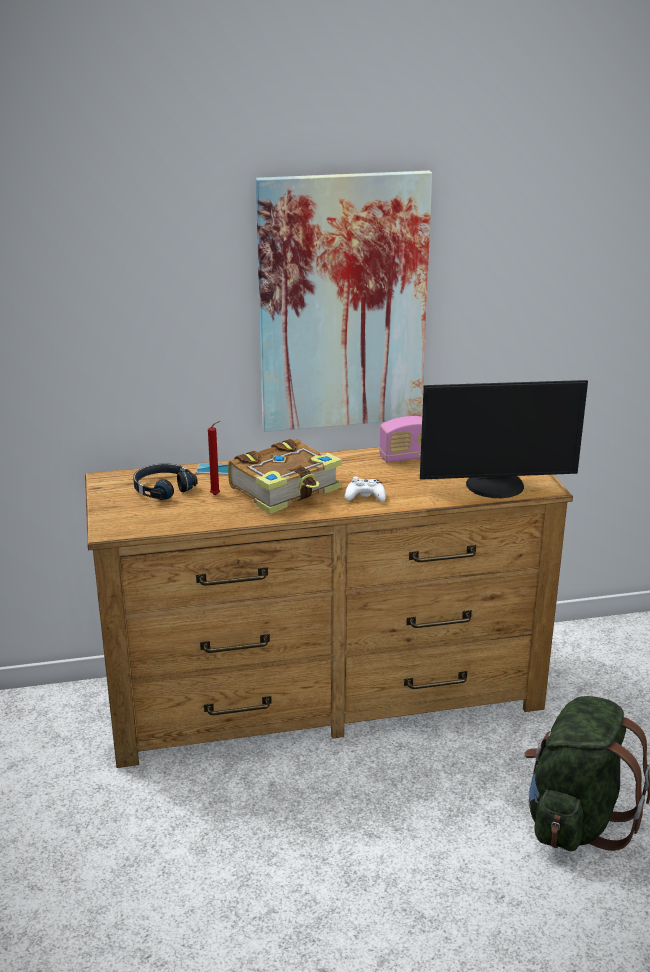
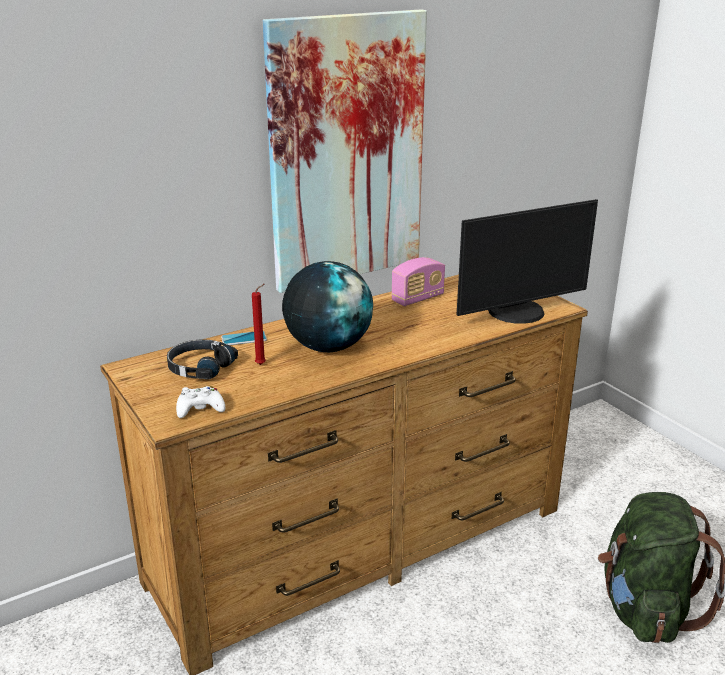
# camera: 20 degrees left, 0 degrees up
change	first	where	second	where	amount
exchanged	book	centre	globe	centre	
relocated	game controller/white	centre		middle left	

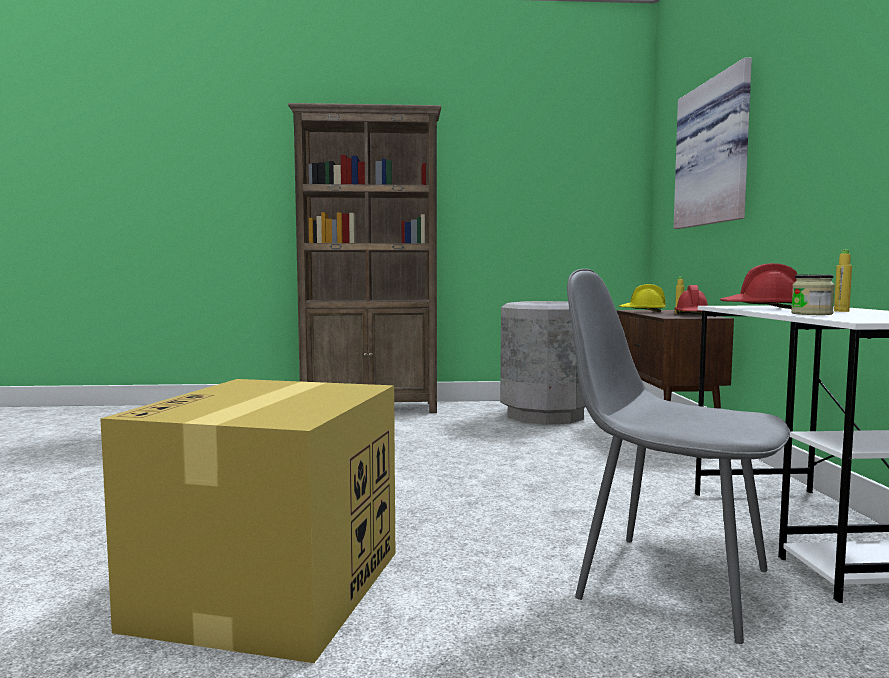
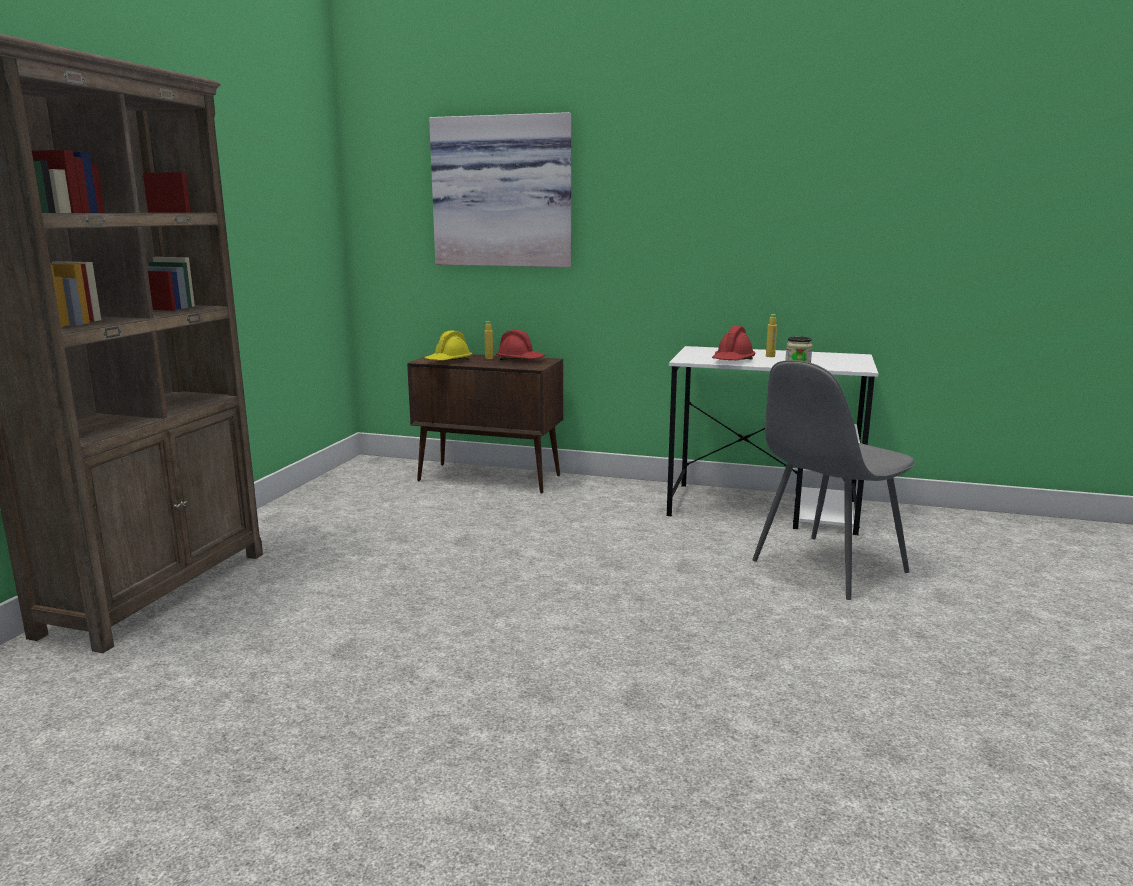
# camera: 70 degrees left, 10 degrees up
change	first	where	second	where	amount
missing	cardboard box	bottom left			
missing	trash can/grey	centre			

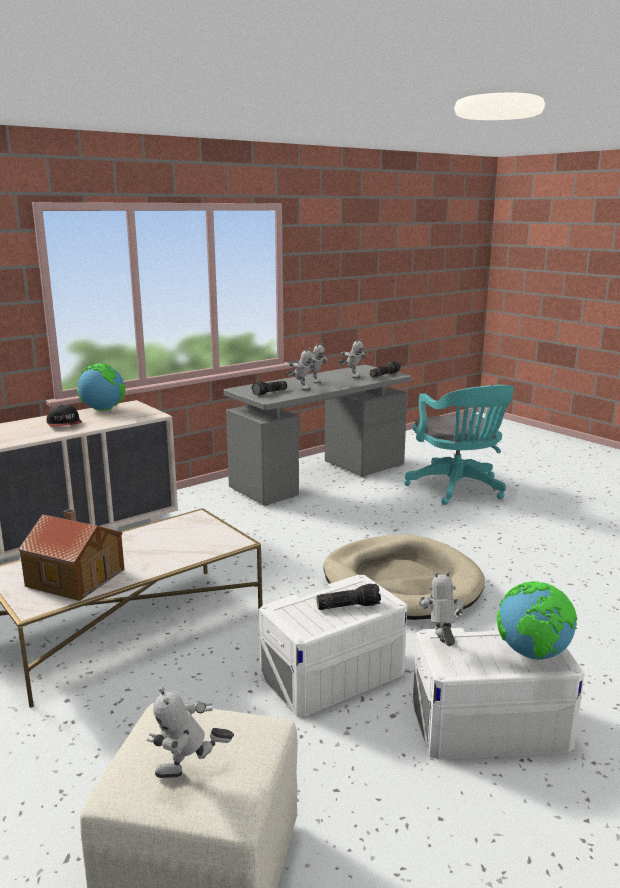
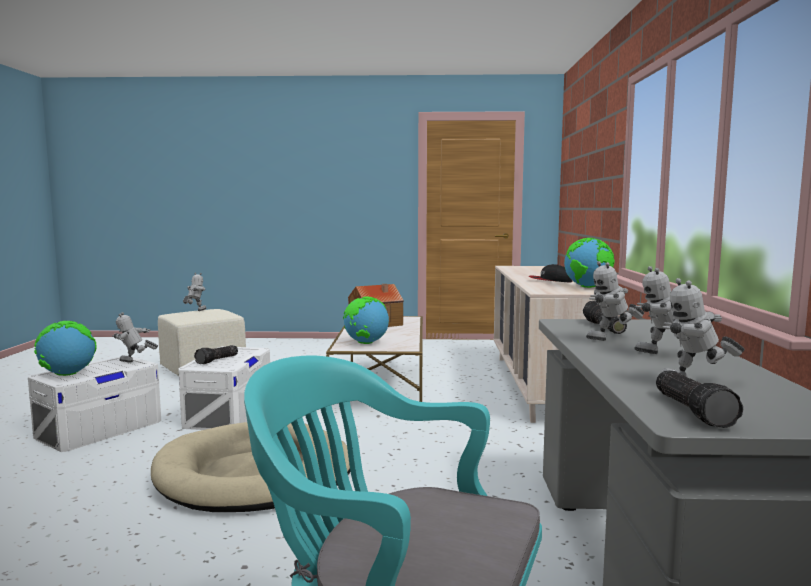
# camera: 130 degrees right, 10 degrees down
change	first	where	second	where	amount
spun	toy robot (no. 5 from left in the first image)	bottom right	toy robot (no. 1 from left)	middle left	135 degrees clockwise
appeared			globe (no. 2 from left)	centre	

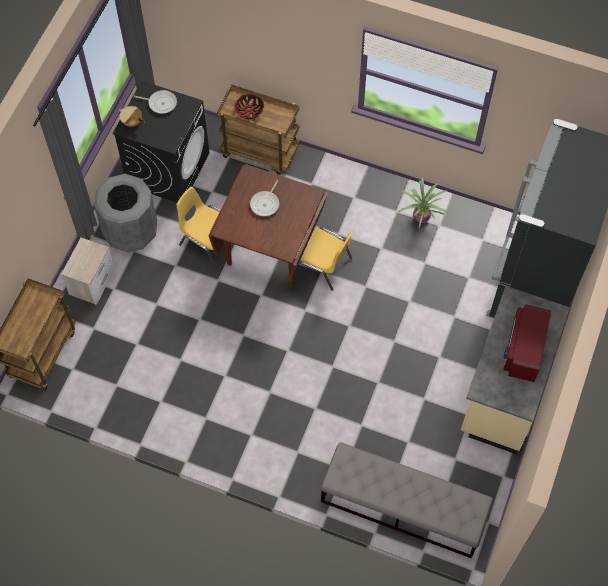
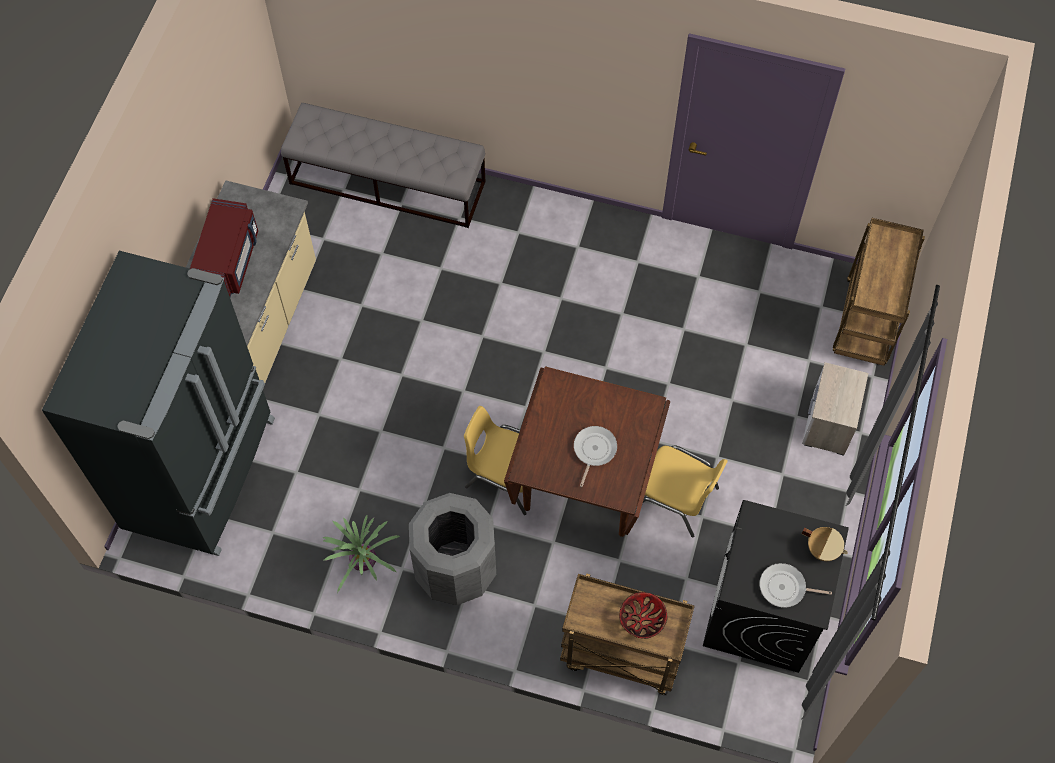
# camera: 175 degrees right, 0 degrees up
change	first	where	second	where	amount
relocated	trash can/grey	middle left		bottom centre	

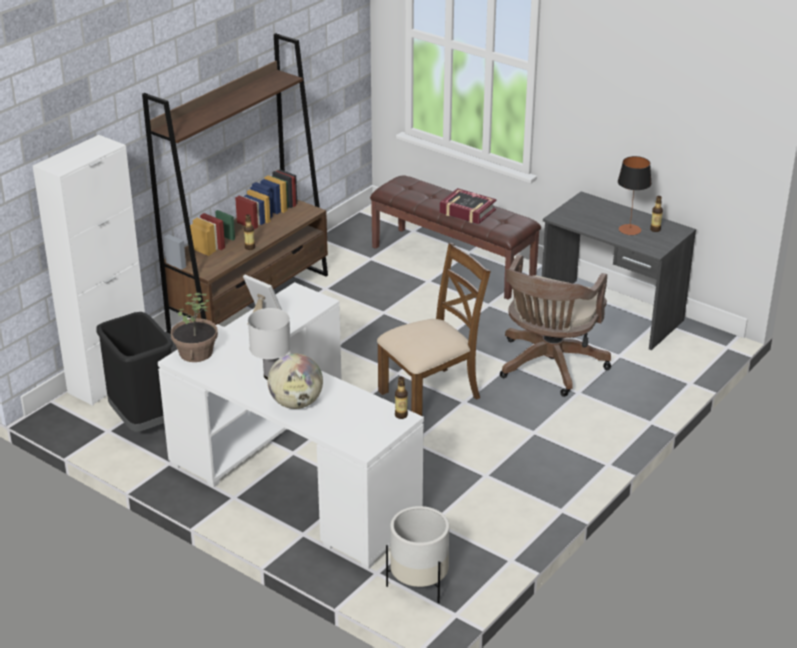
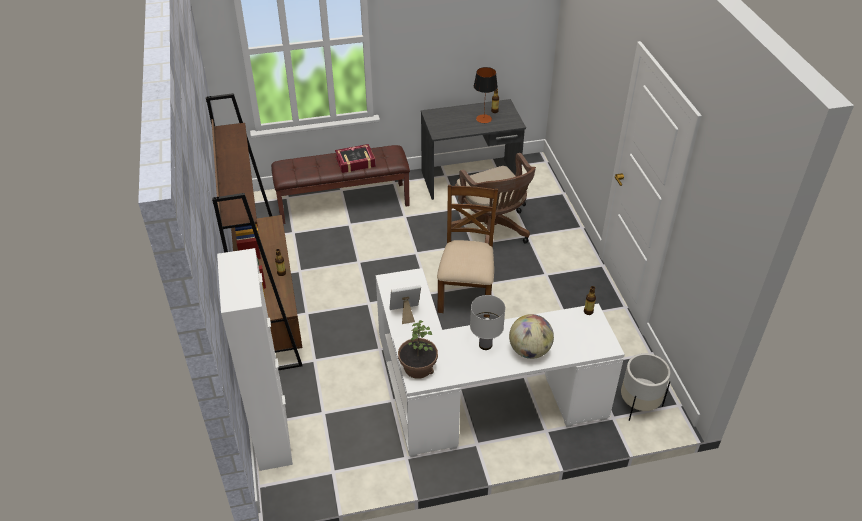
# camera: 50 degrees left, 10 degrees up
change	first	where	second	where	amount
missing	trash can/black	middle left			

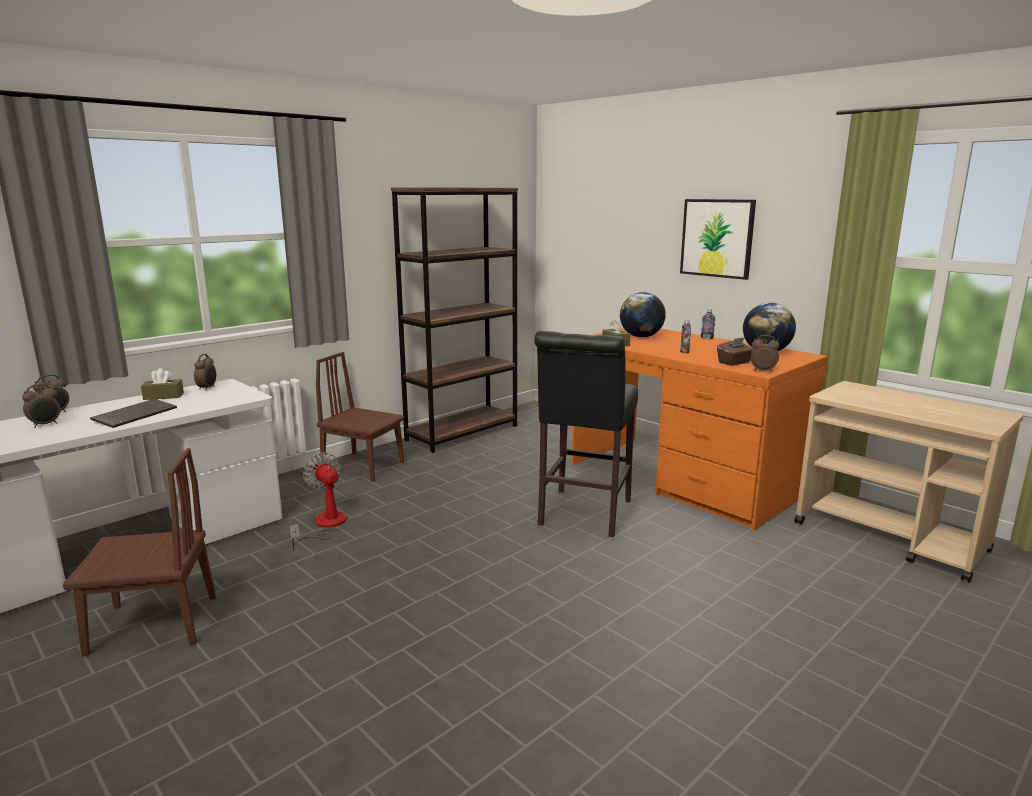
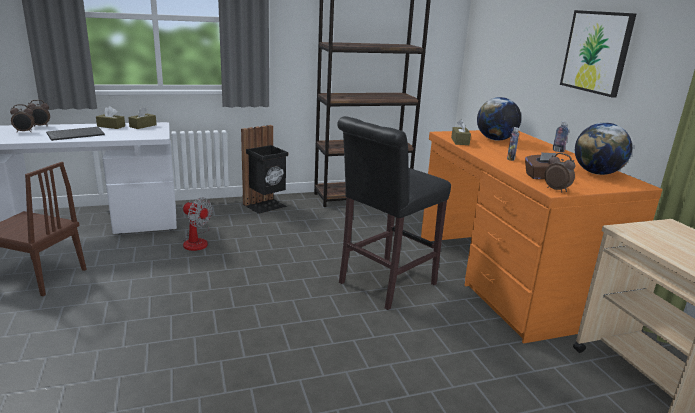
# camera: 25 degrees right, 5 degrees up
change	first	where	second	where	amount
exchanged	alarm clock (no. 3 from left)	middle left	tissue box/brown (no. 2 from left)	top left	
spun	fan	middle left		middle left	135 degrees clockwise
exchanged	chair/brown (no. 2 from left)	centre	trash can/black	centre	

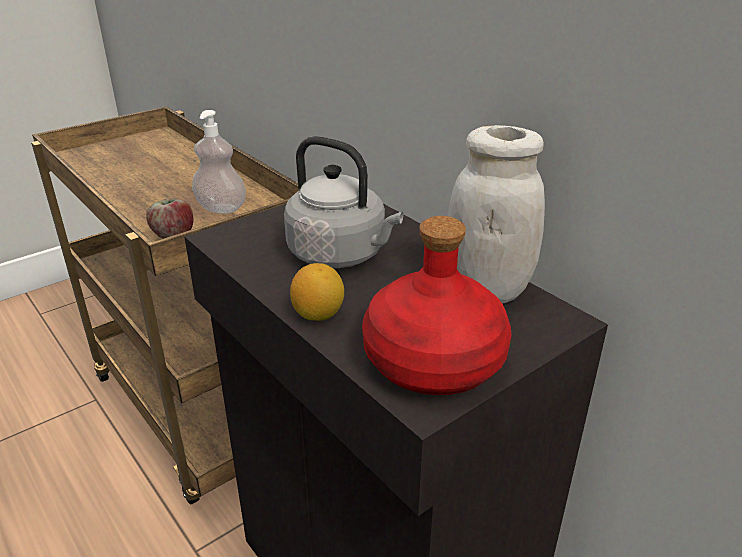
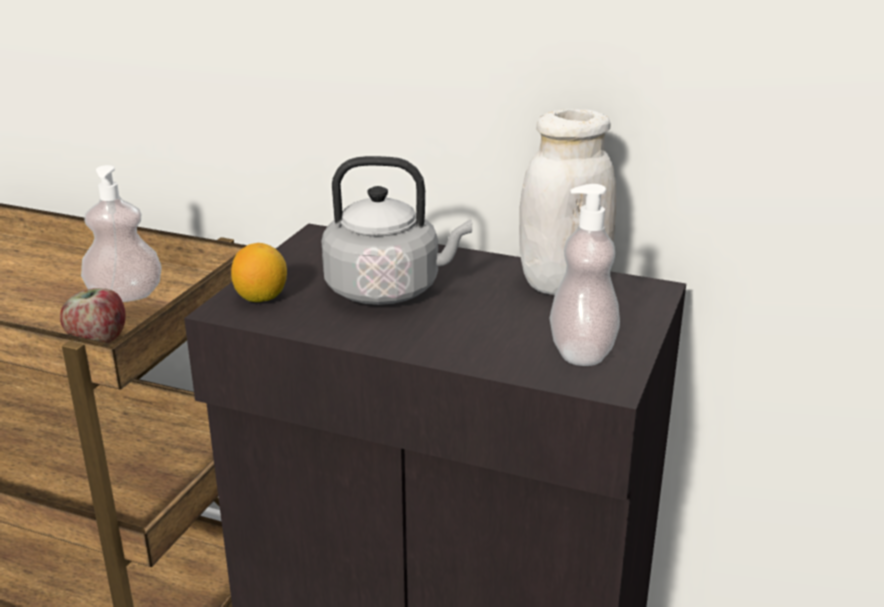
# camera: 30 degrees left, 5 degrees down
change	first	where	second	where	amount
relocated	lemon	centre		middle left	
exchanged	bottle/red	centre	soap dispenser (no. 2 from left)	centre	

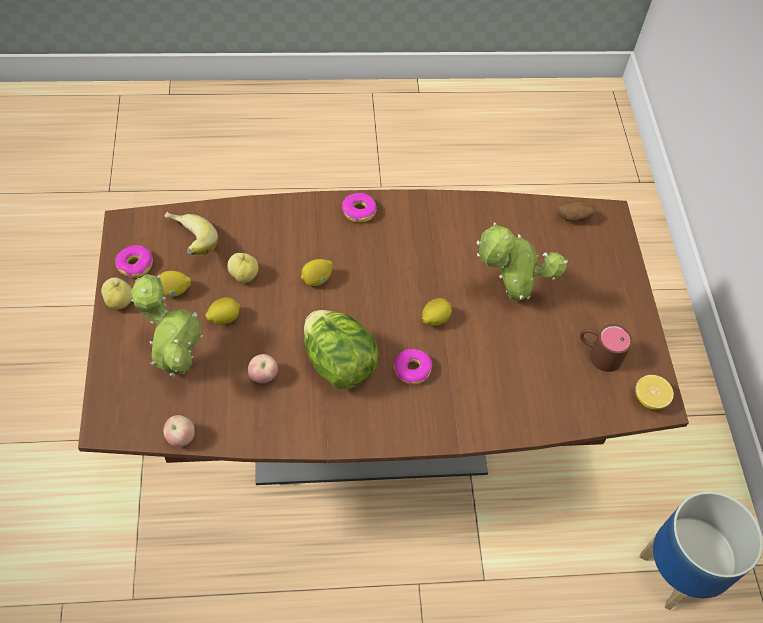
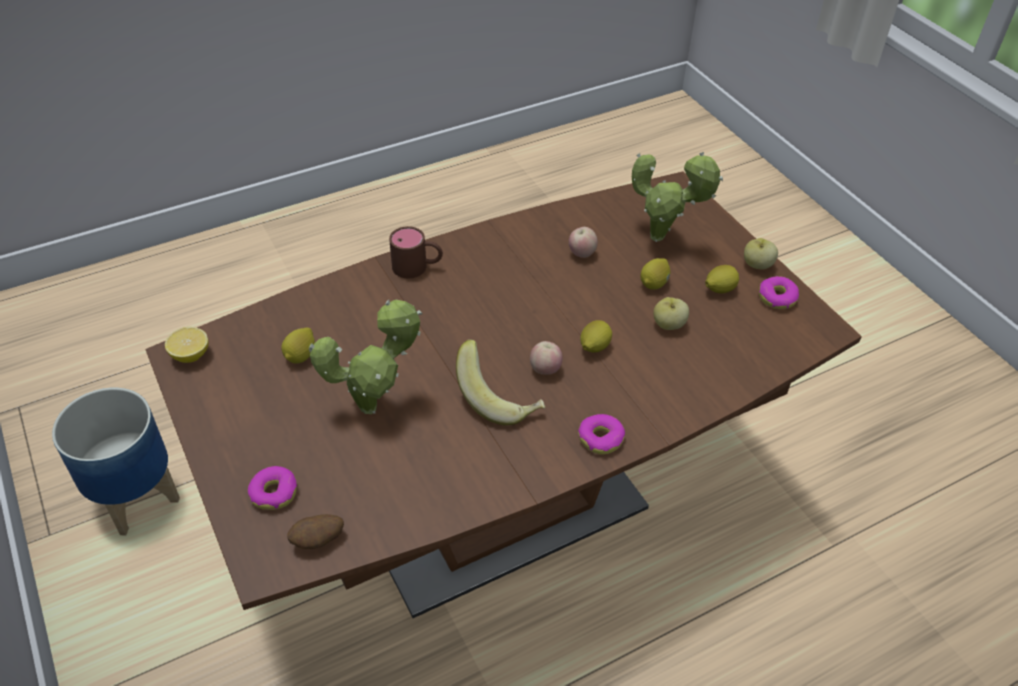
# camera: 160 degrees right, 10 degrees down
change	first	where	second	where	amount
relocated	apple (no. 2 from left in the first image)	bottom left	apple (no. 1 from left)	centre	
relocated	banana	middle left		centre	
missing	lettuce	centre			
relocated	donut (no. 3 from left in the first image)	centre	donut (no. 1 from left)	bottom left	
relocated	lemon (no. 4 from left in the first image)	centre	lemon (no. 2 from left)	middle left	
relocated	mug/brown	middle right		centre	

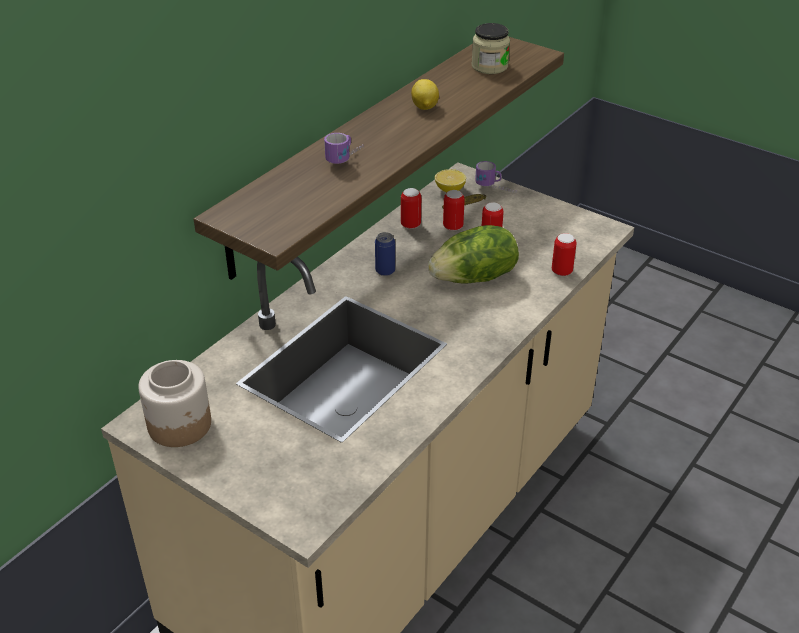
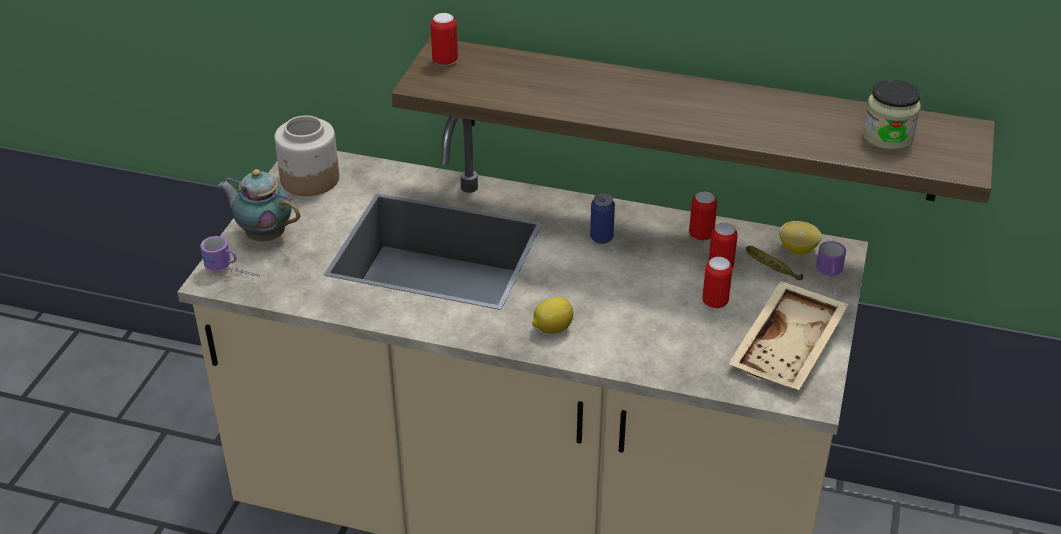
# camera: 70 degrees right, 0 degrees up
change	first	where	second	where	amount
relocated	mug (no. 1 from left)	top centre		middle left	
relocated	lemon (no. 1 from left)	top centre		centre	
missing	lettuce	centre			
relocated	can (no. 5 from left in the first image)	middle right	can (no. 1 from left)	top centre	
appeared			teapot	middle left	
appeared			tray/beige	middle right	

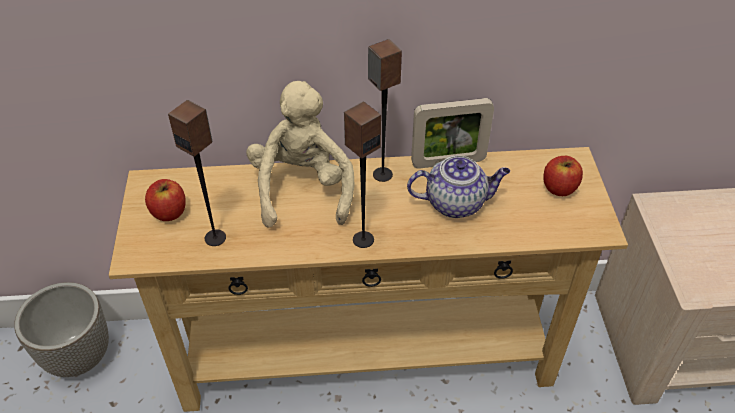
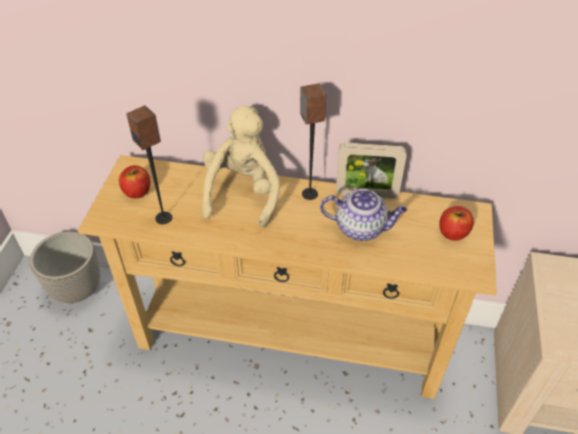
# camera: 15 degrees right, 0 degrees up
change	first	where	second	where	amount
missing	speaker (no. 2 from left)	centre			

